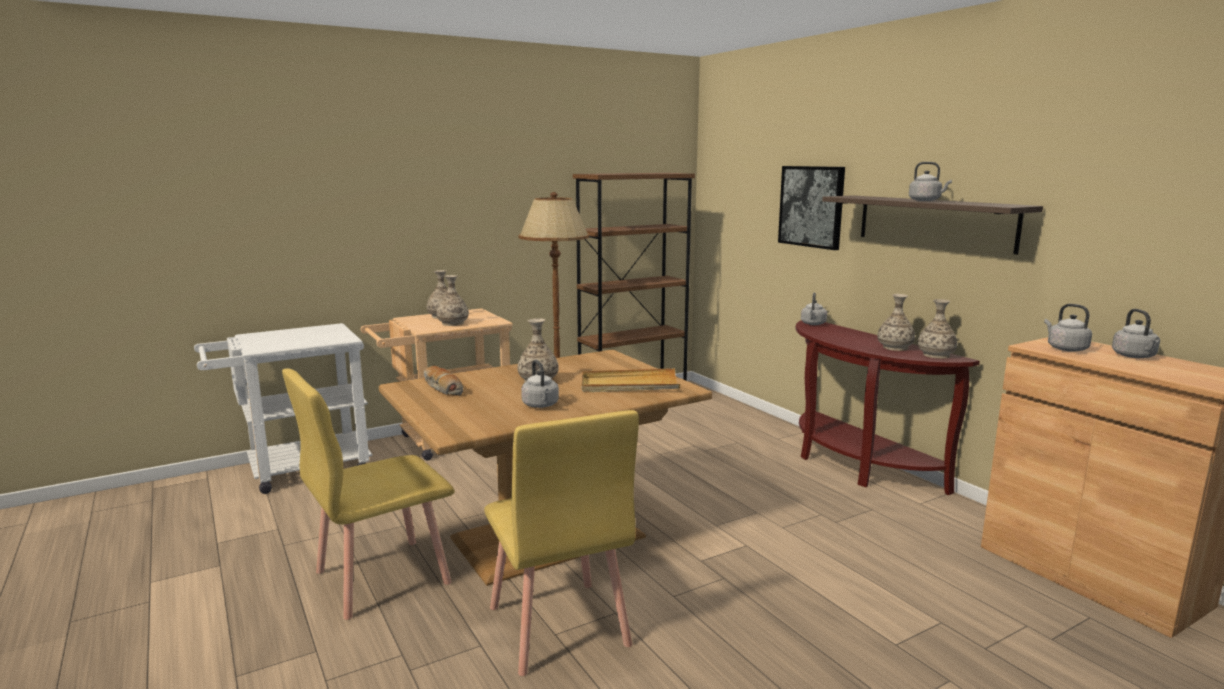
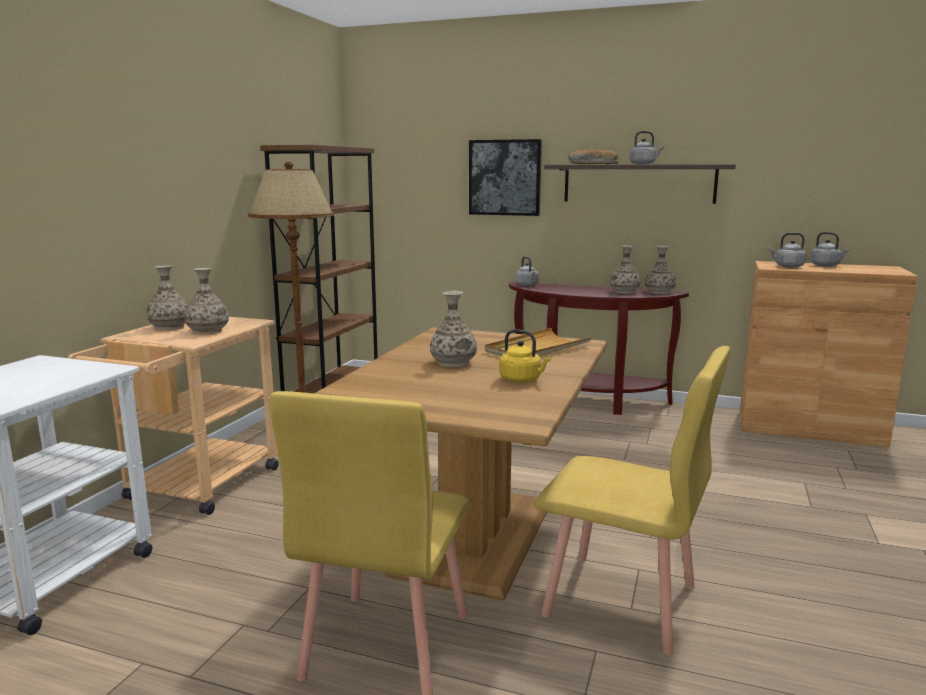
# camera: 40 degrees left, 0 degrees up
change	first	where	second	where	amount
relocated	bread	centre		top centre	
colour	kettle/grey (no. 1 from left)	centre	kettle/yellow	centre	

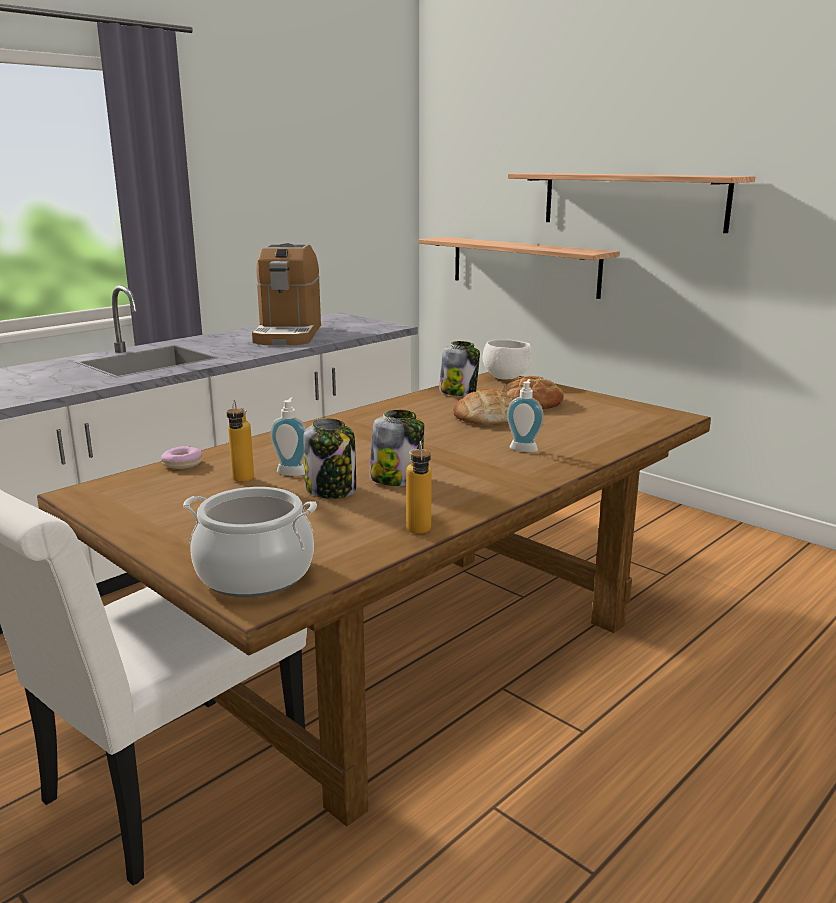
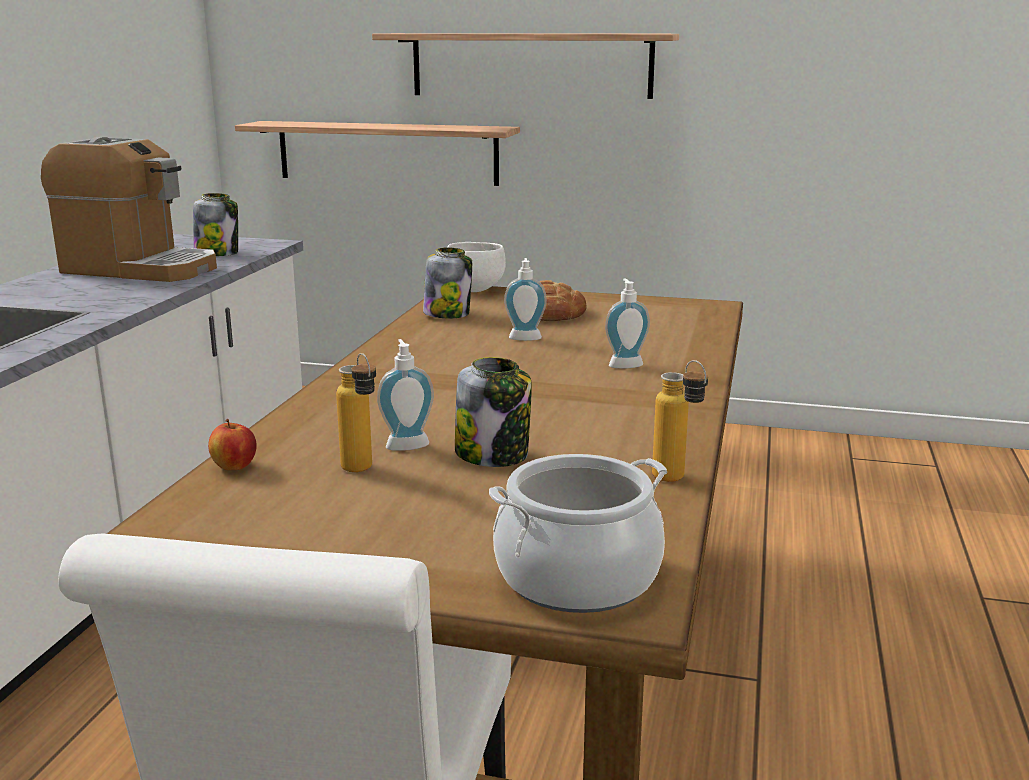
# camera: 30 degrees left, 0 degrees up
change	first	where	second	where	amount
exchanged	donut	middle left	apple	middle left	
spun	coffee machine	top centre		top left	45 degrees counterclockwise
relocated	jar (no. 2 from left in the first image)	centre	jar (no. 1 from left)	top left	
exchanged	bread (no. 1 from left)	centre	soap dispenser (no. 2 from left)	centre	

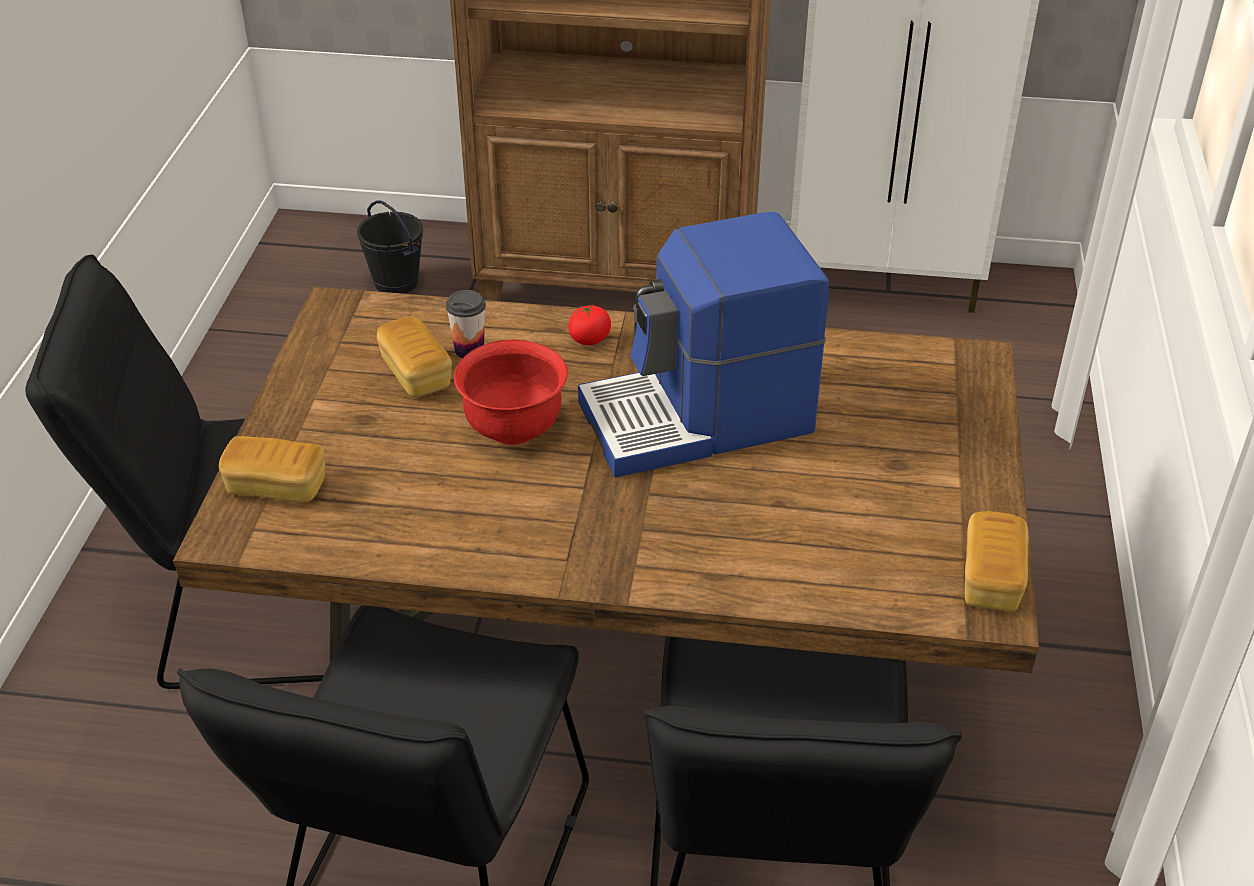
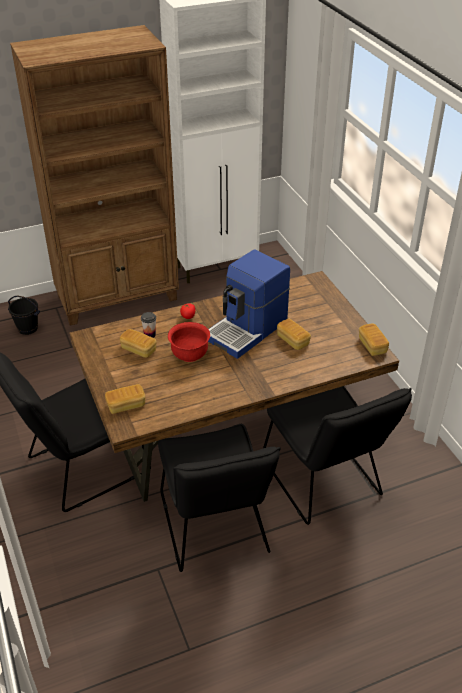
# camera: 30 degrees left, 0 degrees up
change	first	where	second	where	amount
appeared			bread (no. 3 from left)	centre	

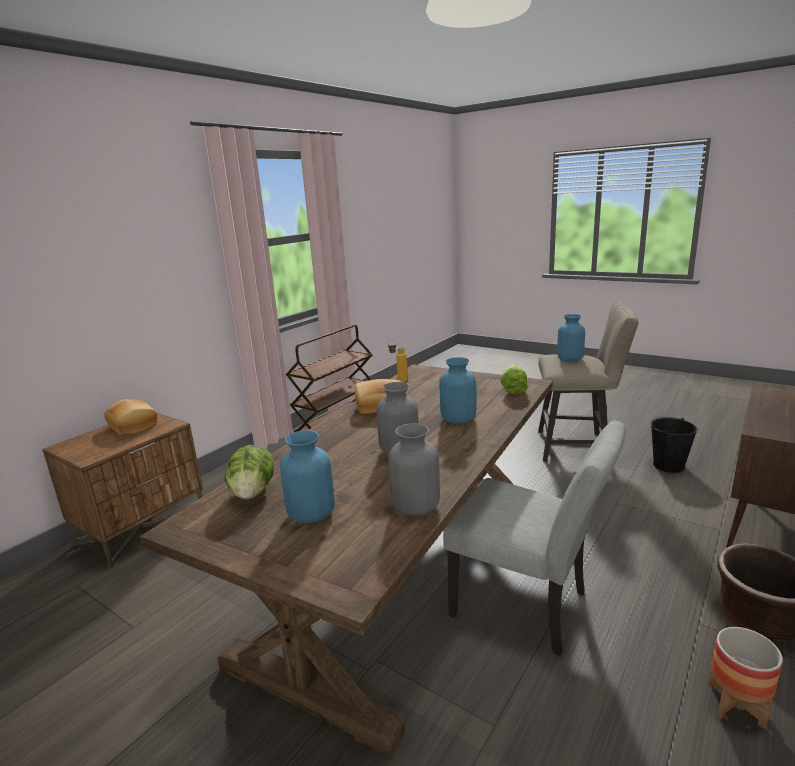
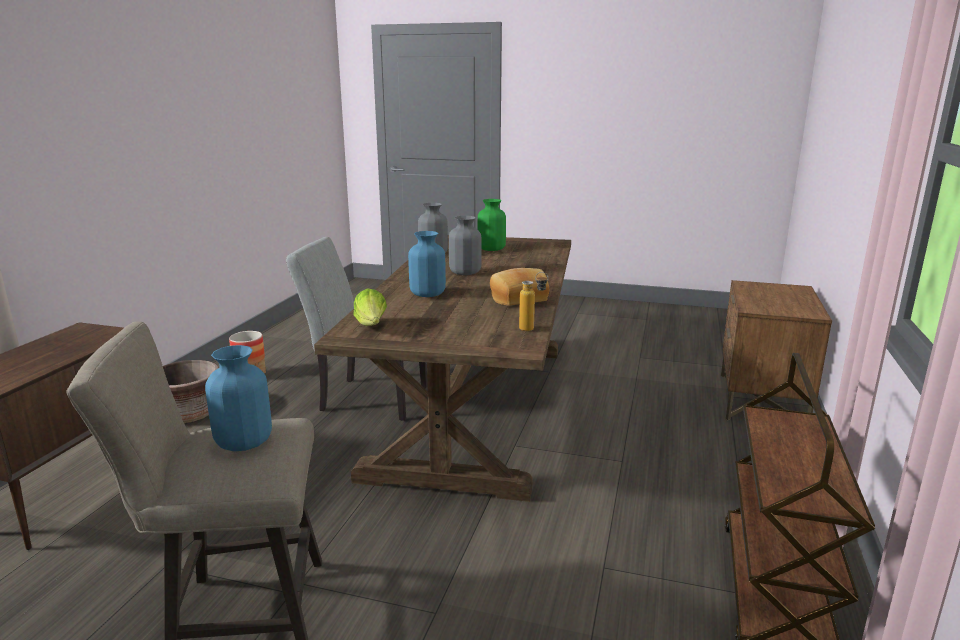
# camera: 160 degrees right, 0 degrees up
change	first	where	second	where	amount
missing	bread (no. 1 from left)	middle left			
missing	lettuce (no. 1 from left)	middle left			
colour	vase/blue (no. 1 from left)	centre	vase/green	centre	
missing	bucket/black	middle right			

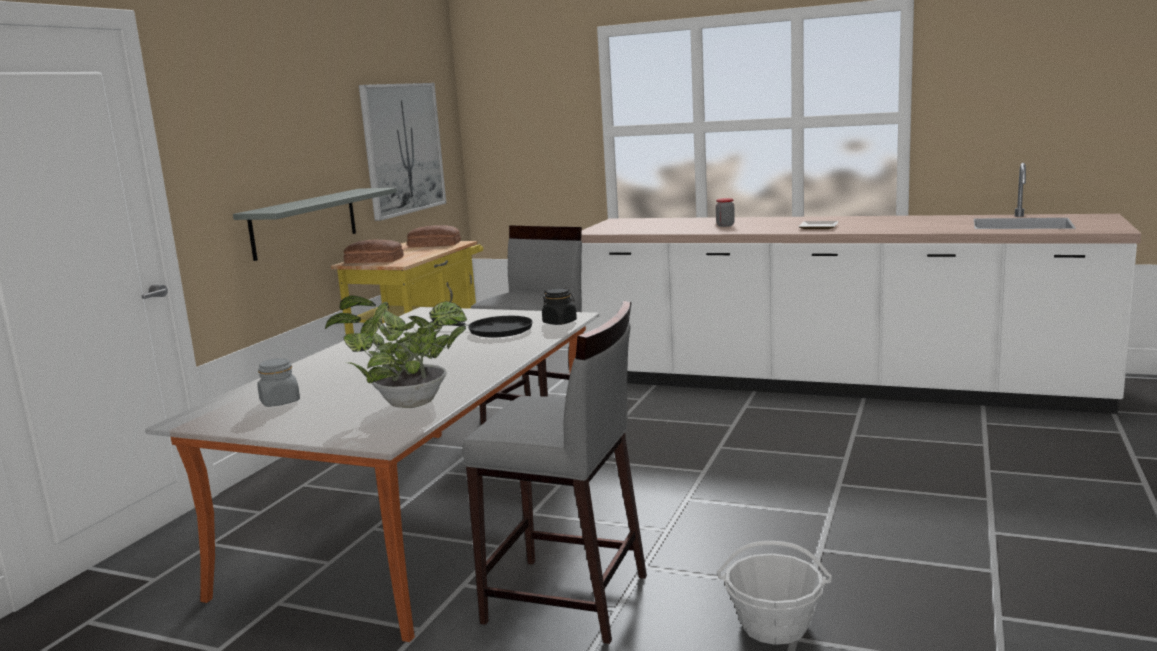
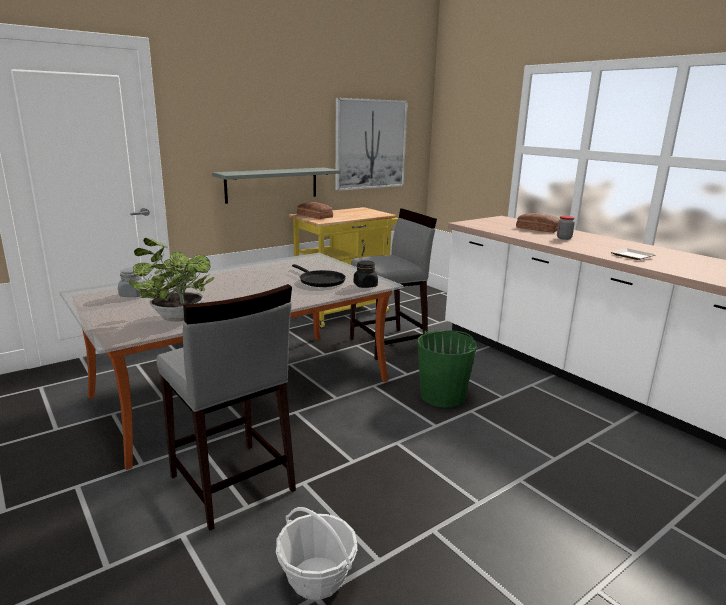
# camera: 30 degrees right, 5 degrees up
change	first	where	second	where	amount
relocated	bread (no. 2 from left)	centre		middle right	
appeared			bucket/green	centre	

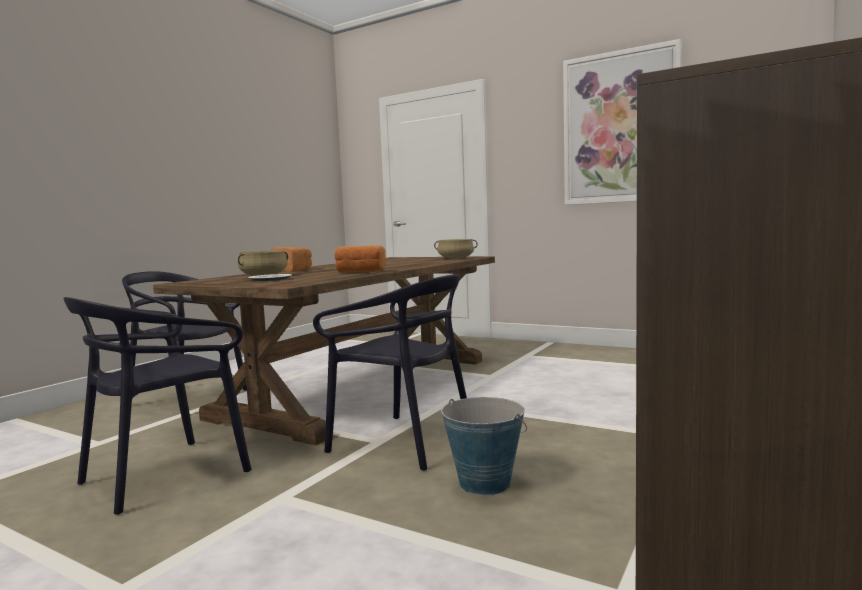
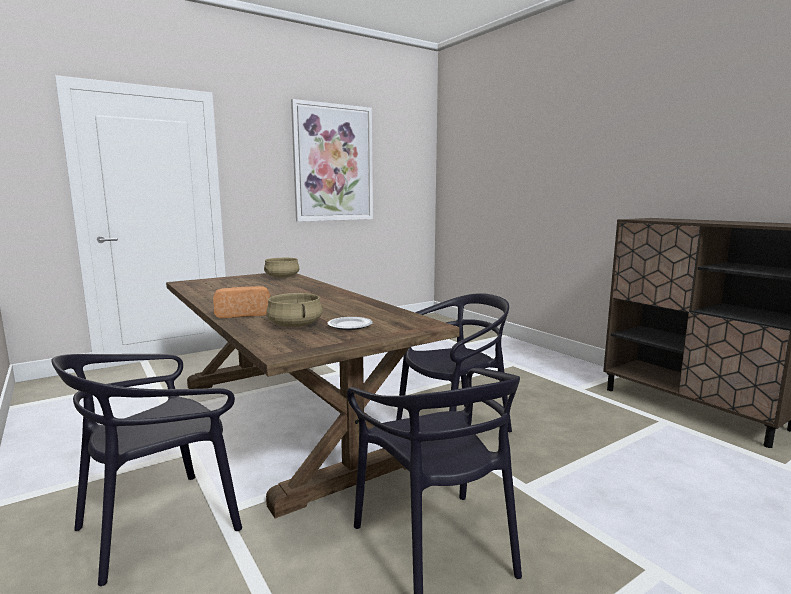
# camera: 65 degrees left, 5 degrees up
change	first	where	second	where	amount
missing	bread (no. 2 from left)	centre			
missing	bucket	bottom centre			

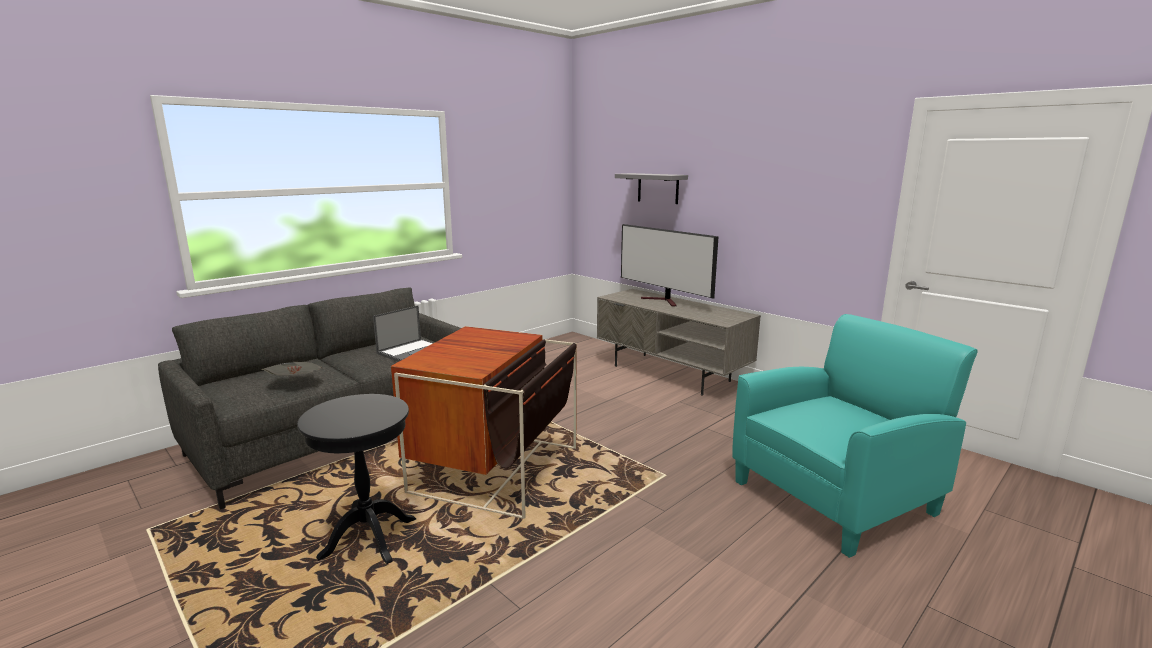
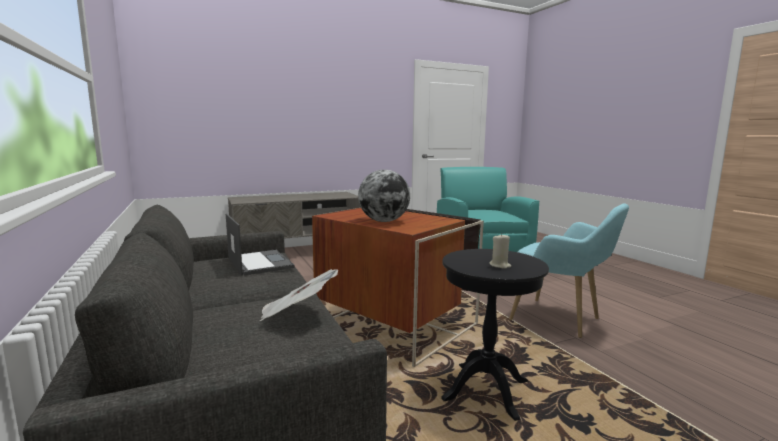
# camera: 70 degrees left, 5 degrees down
change	first	where	second	where	amount
missing	shelf/grey	top centre			
missing	television	centre			
appeared			globe	centre	
appeared			candle/beige	centre	
appeared			armchair/turquoise (no. 2 from left)	middle right	

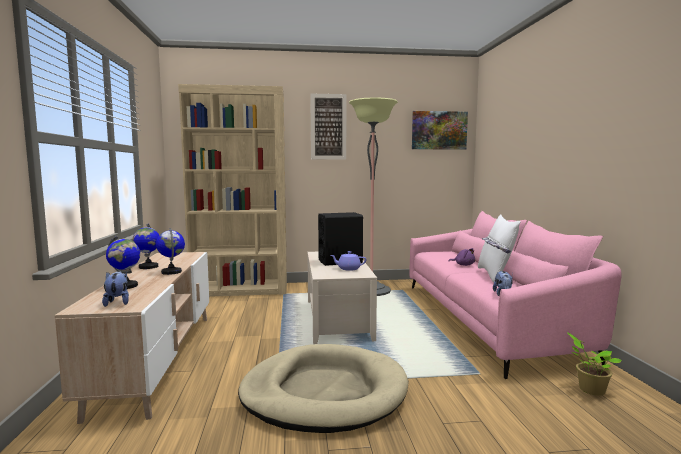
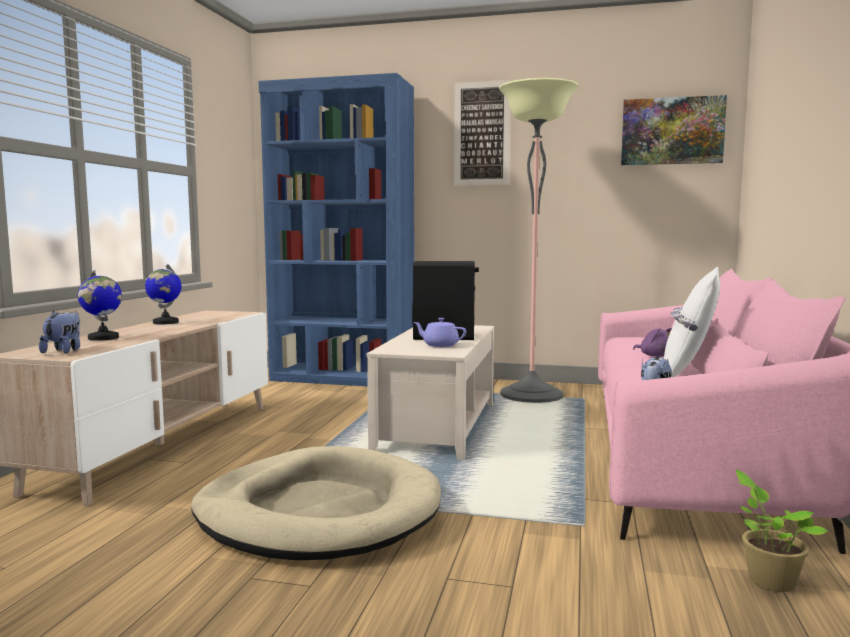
# camera: 20 degrees right, 0 degrees up
change	first	where	second	where	amount
missing	globe (no. 3 from left)	middle left			
colour	bookcase/beige	centre	bookcase/blue	centre	

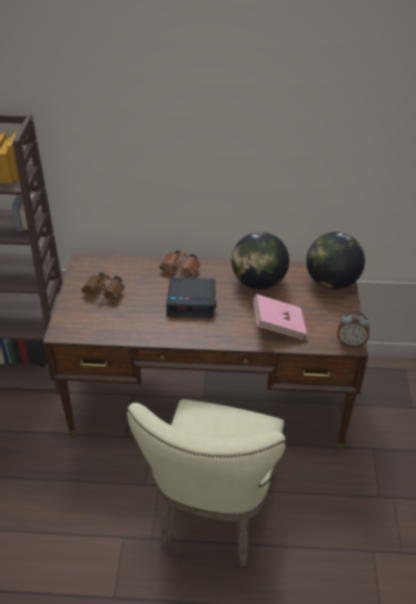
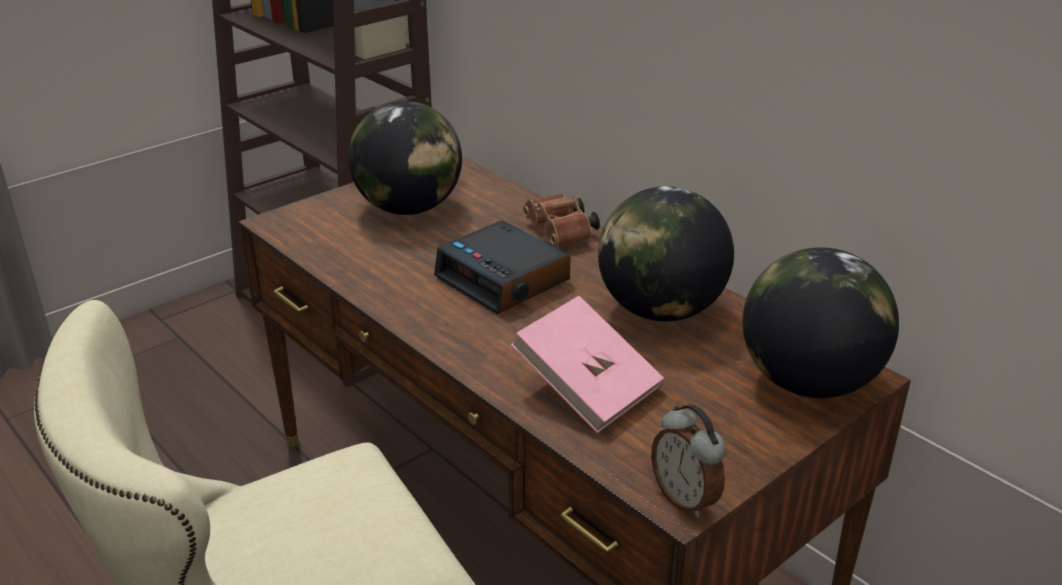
# camera: 45 degrees right, 10 degrees down
change	first	where	second	where	amount
exchanged	binoculars/brown (no. 1 from left)	middle left	globe (no. 1 from left)	top centre	

